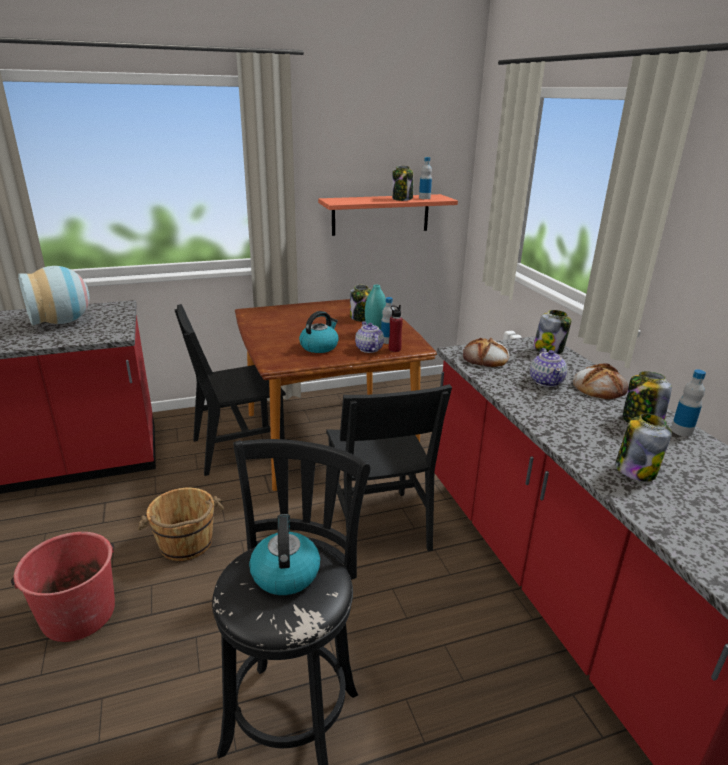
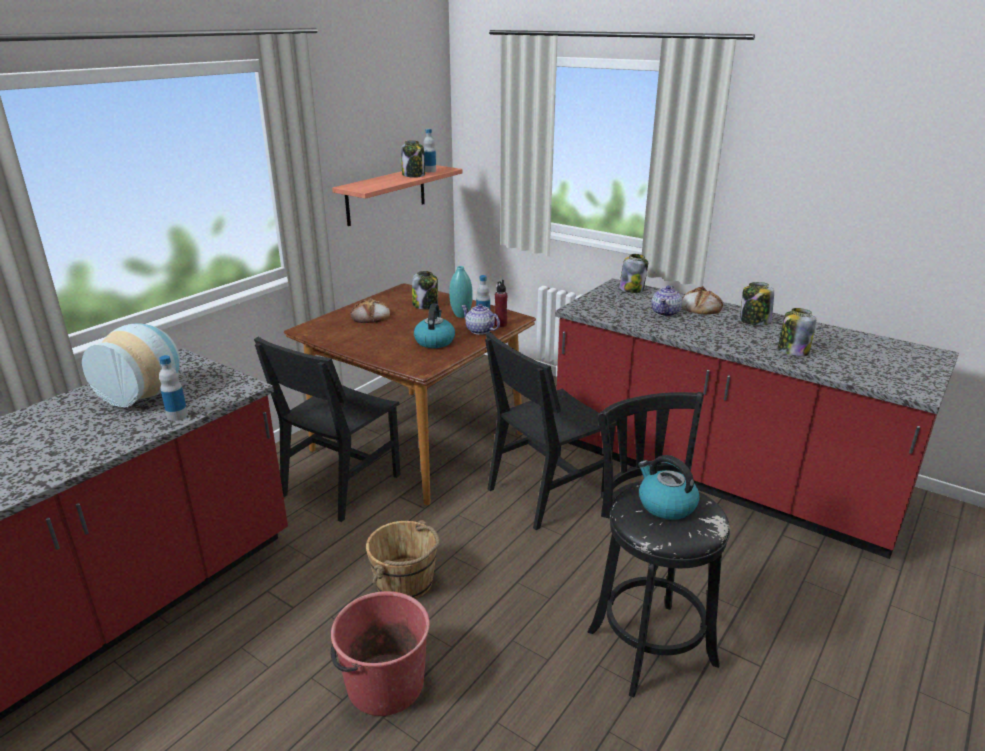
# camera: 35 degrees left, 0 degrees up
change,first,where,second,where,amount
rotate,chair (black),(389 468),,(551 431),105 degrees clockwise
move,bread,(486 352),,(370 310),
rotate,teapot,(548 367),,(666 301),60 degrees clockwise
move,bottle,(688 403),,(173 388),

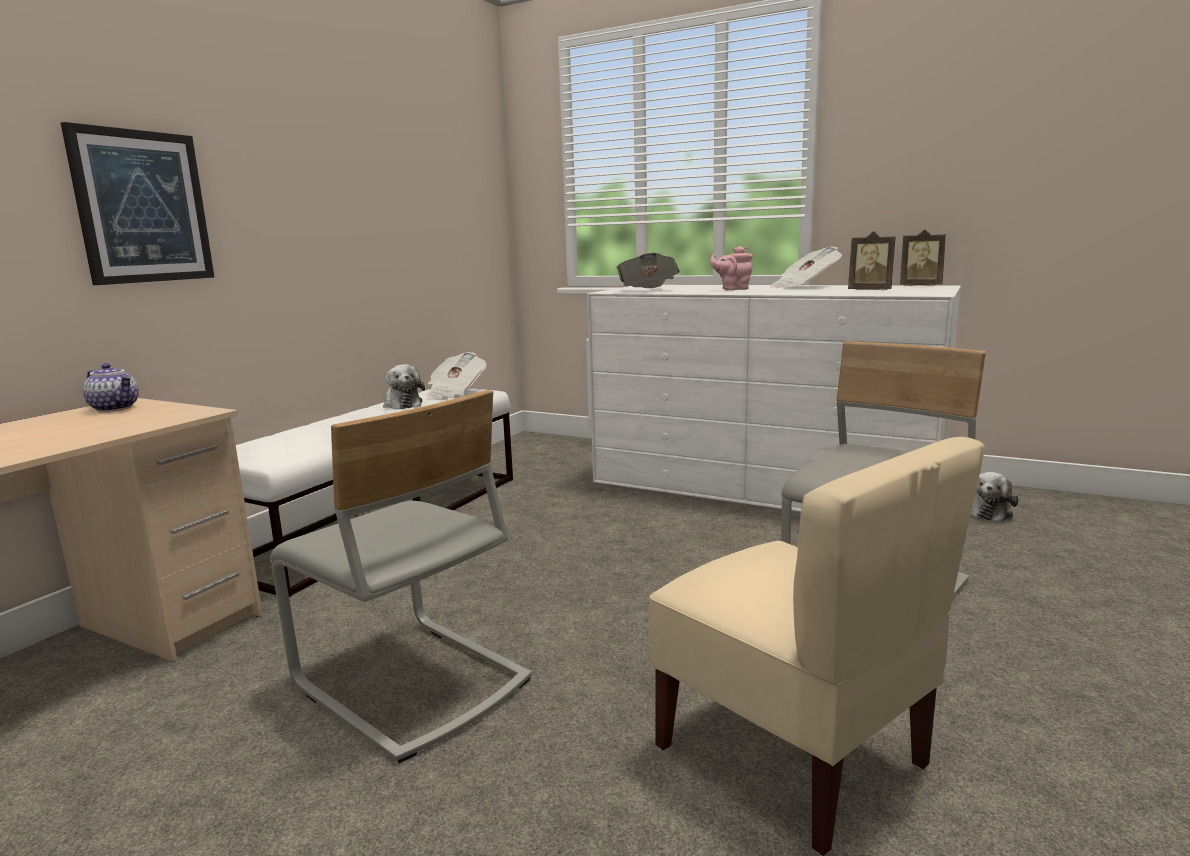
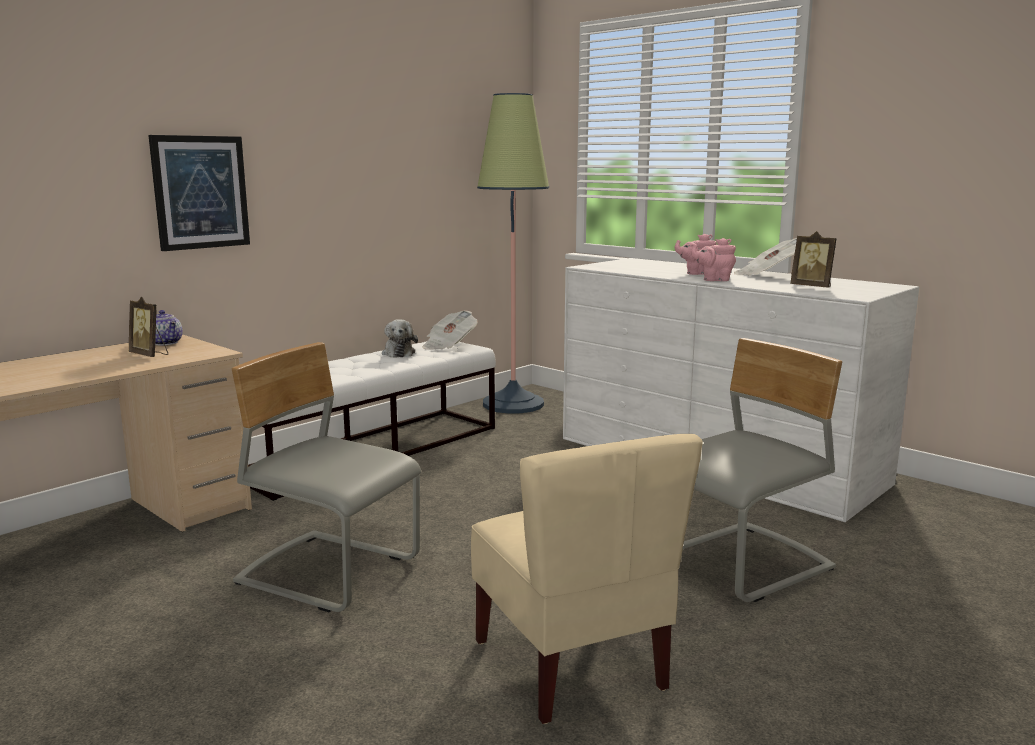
# camera: 15 degrees right, 0 degrees up
change,first,where,second,where,amount
rotate,chair (grey),(401 576),,(326 477),150 degrees clockwise
delete,newspaper,(648 270),,,
move,picture frame,(923 257),,(148 327),
delete,plush toy,(995 497),,,
insert,,,floor lamp,(513 253),
insert,,,teapot (pink),(713 259),

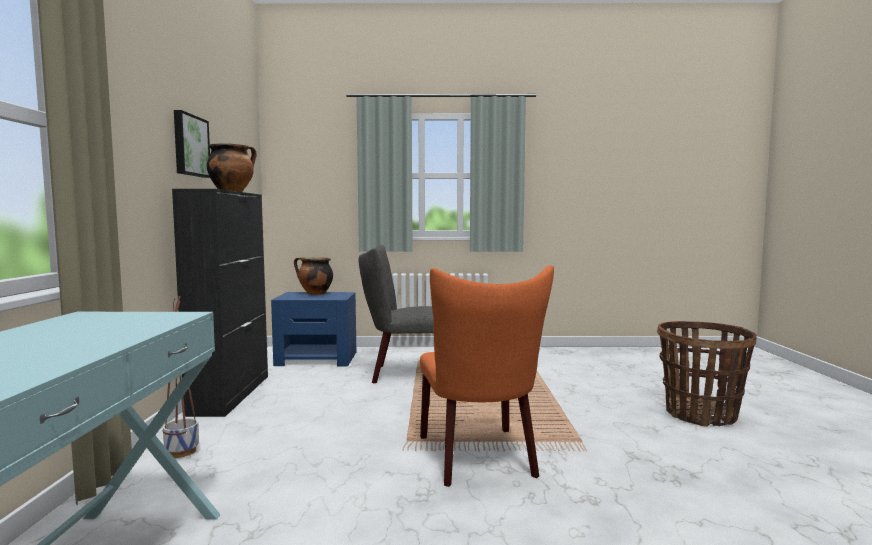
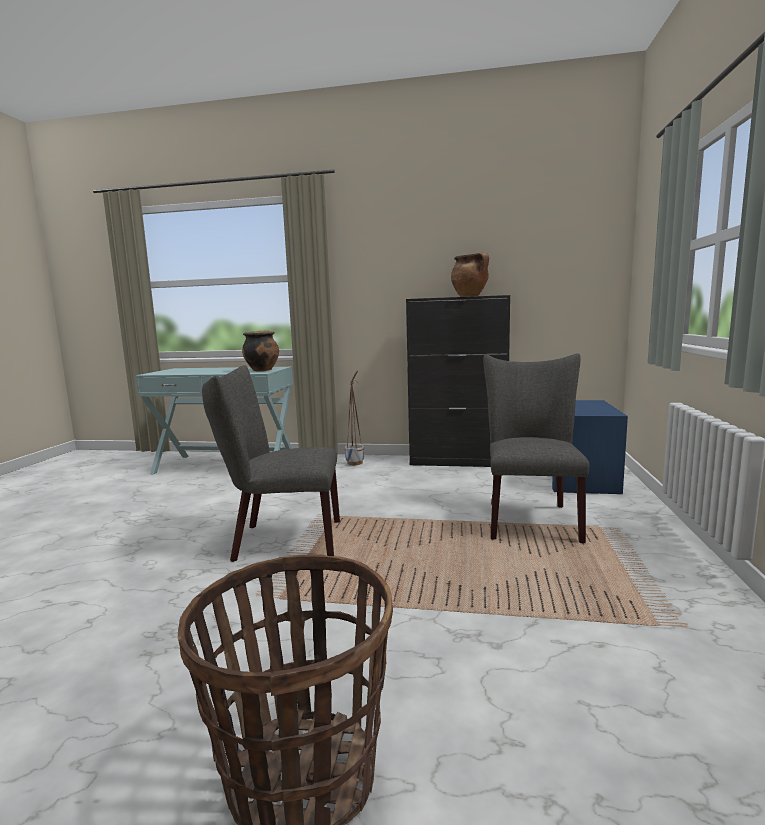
# camera: 100 degrees right, 5 degrees up
change,first,where,second,where,amount
delete,picture,(192 144),,,
move,cooking pot,(313 276),,(260 350),
recolor,chair (orange),(487 376),chair (grey),(271 463),

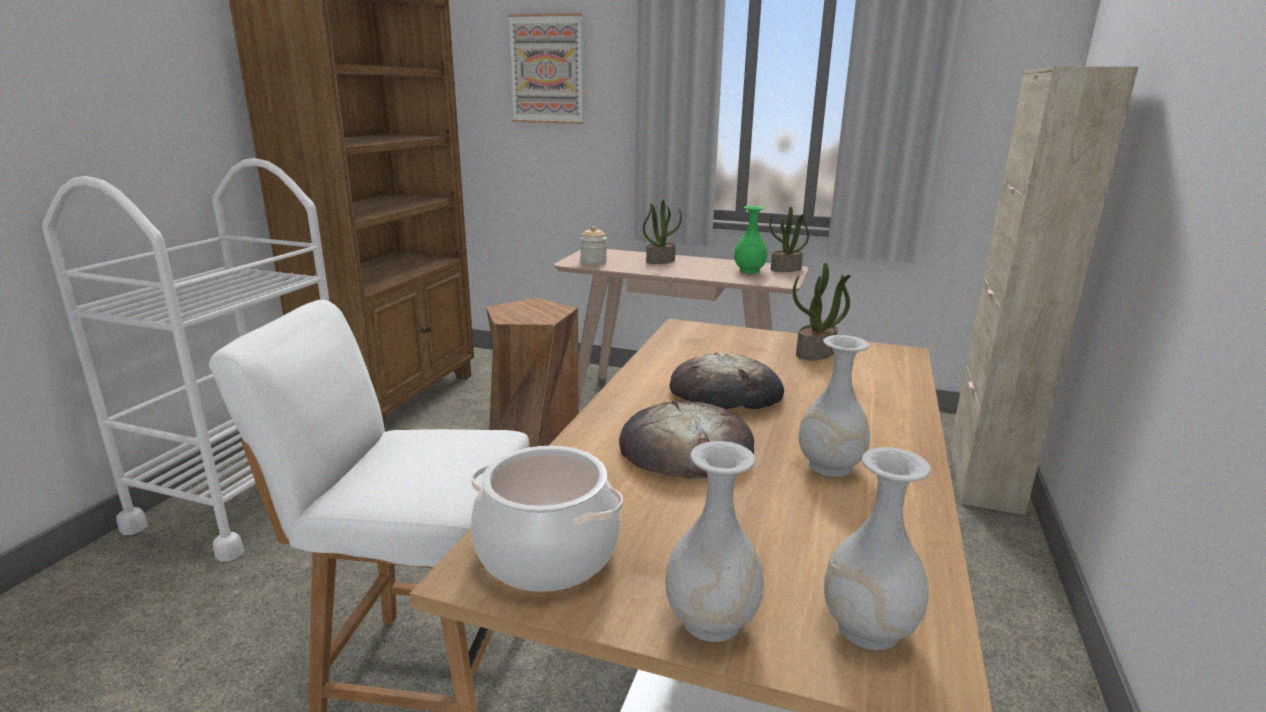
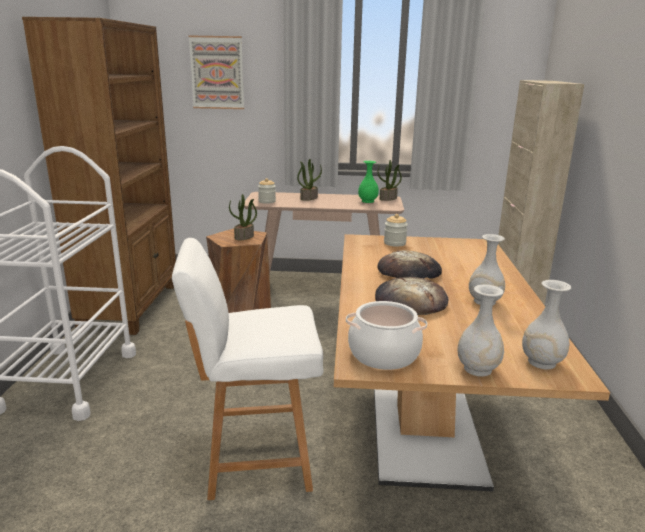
# camera: 15 degrees left, 0 degrees up
change,first,where,second,where,amount
move,potted plant,(822 311),,(243 217),
insert,,,jar,(396 230),

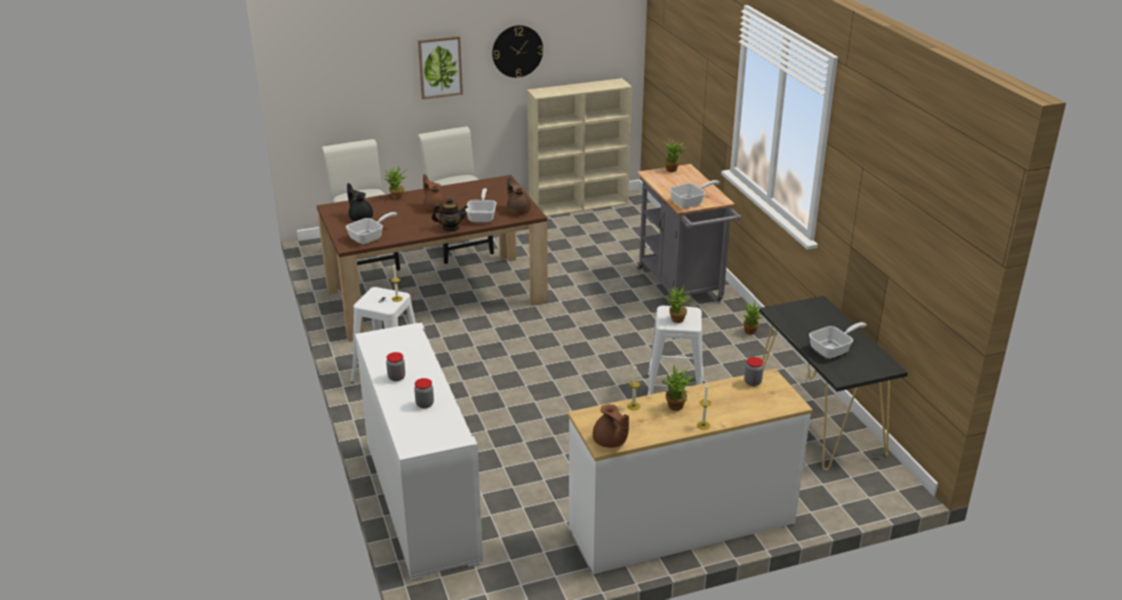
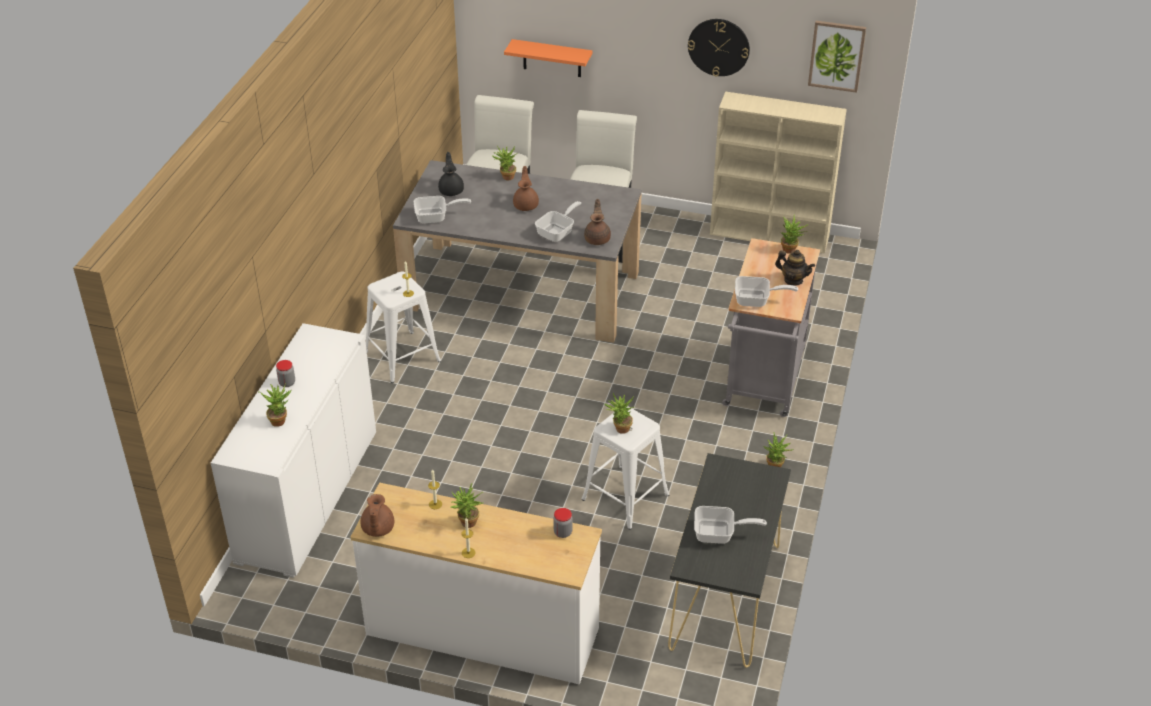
# camera: 35 degrees right, 10 degrees up
change,first,where,second,where,amount
recolor,dining table (brown),(432 258),dining table (grey),(517 251),
replace,jar,(424 393),potted plant,(275 405),
move,picture,(440 67),,(837 57),
move,teapot,(450 214),,(795 268),
insert,,,shelf (orange),(548 58),

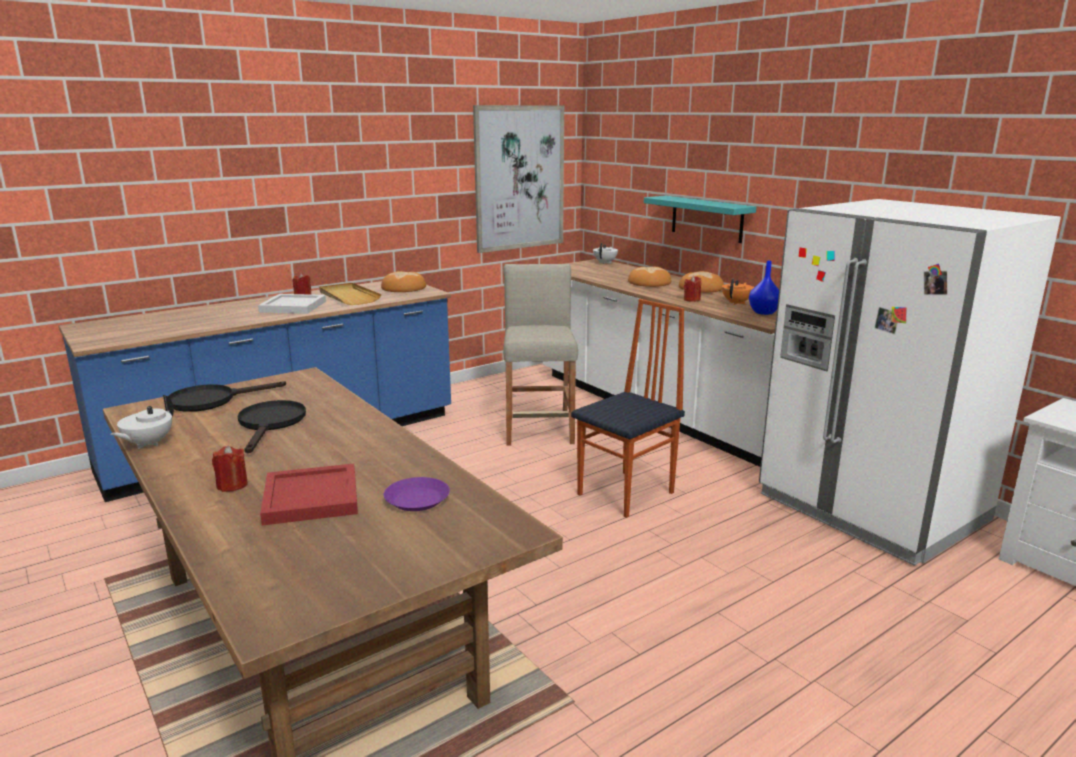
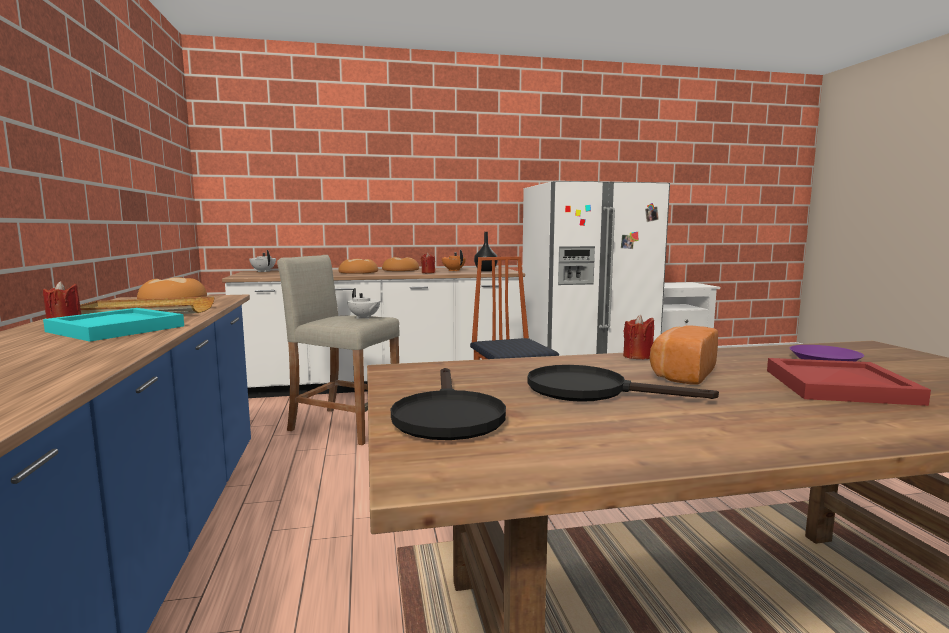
# camera: 65 degrees left, 10 degrees down
change,first,where,second,where,amount
move,teapot (white),(142 422),,(363 303),
move,candle (red),(230 468),,(638 336),
recolor,tray (white),(292 304),tray (turquoise),(113 325),
delete,picture,(518 179),,,
delete,shelf (turquoise),(700 219),,,
recolor,vase (blue),(764 288),vase (black),(486 251),
insert,,,bread,(683 355),

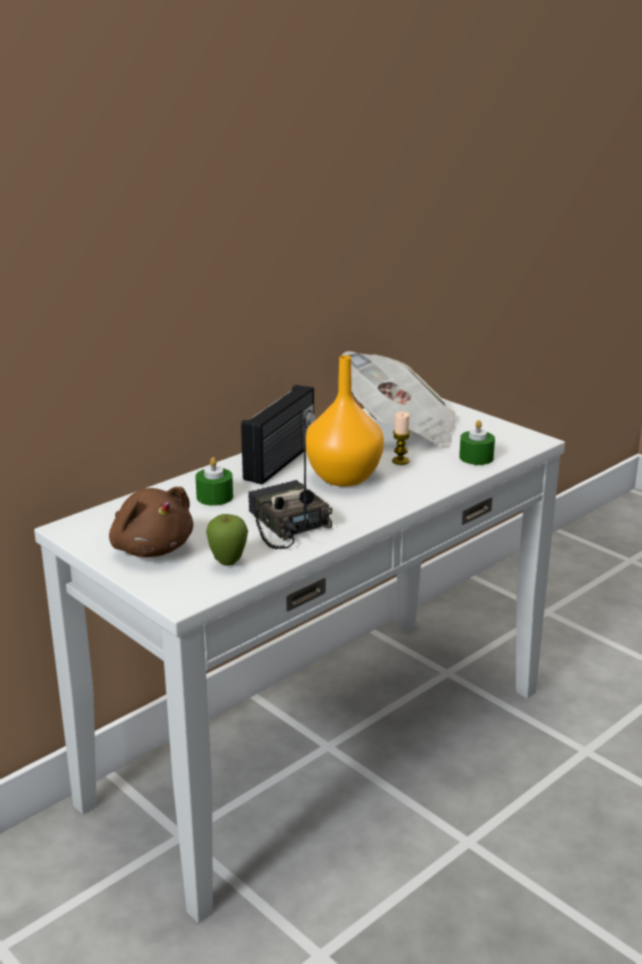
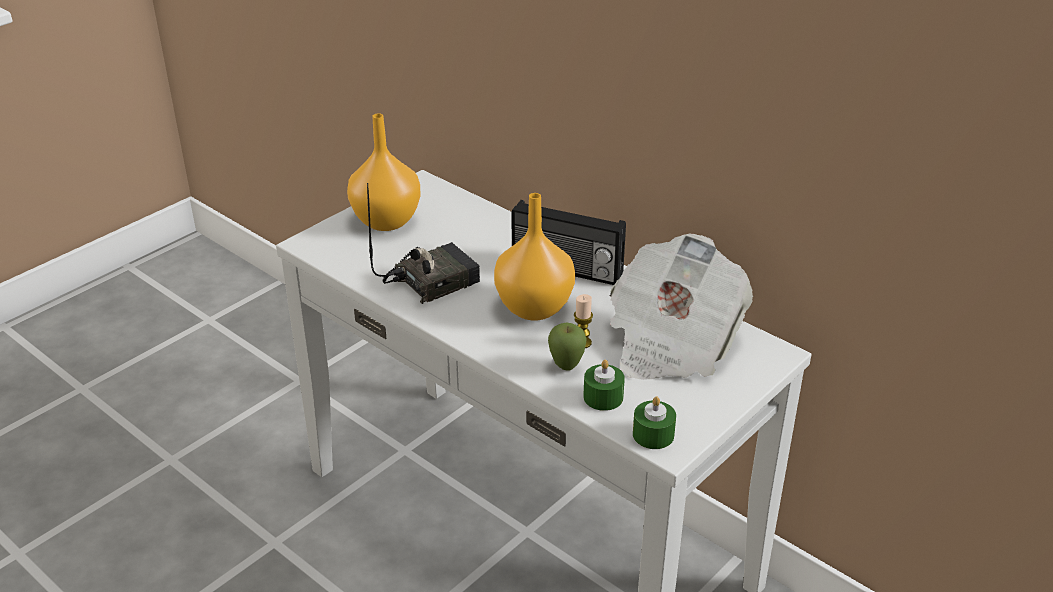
# camera: 85 degrees right, 10 degrees up
change,first,where,second,where,amount
replace,plush toy (brown),(151 522),vase (orange),(383 172),
move,candle (green),(214 481),,(654 422),
move,apple,(227 540),,(567 347),

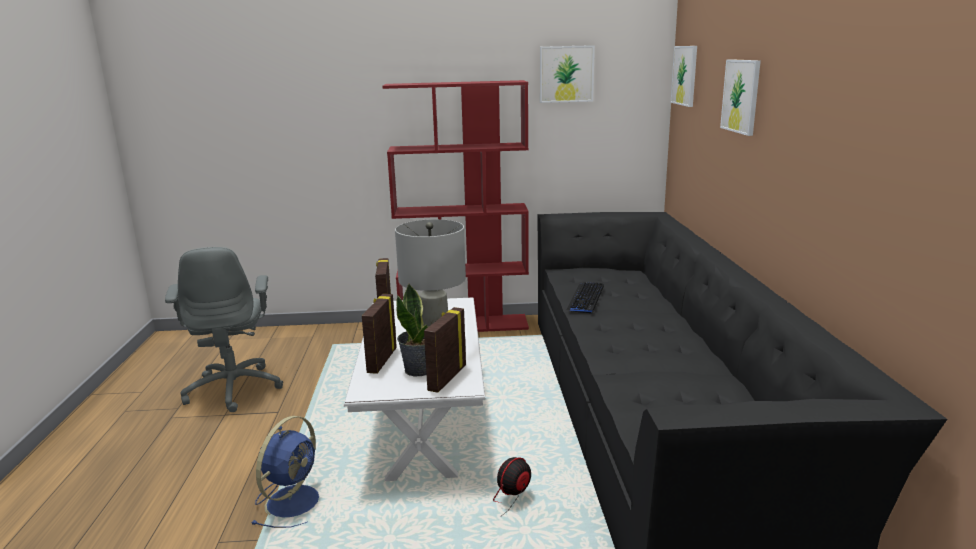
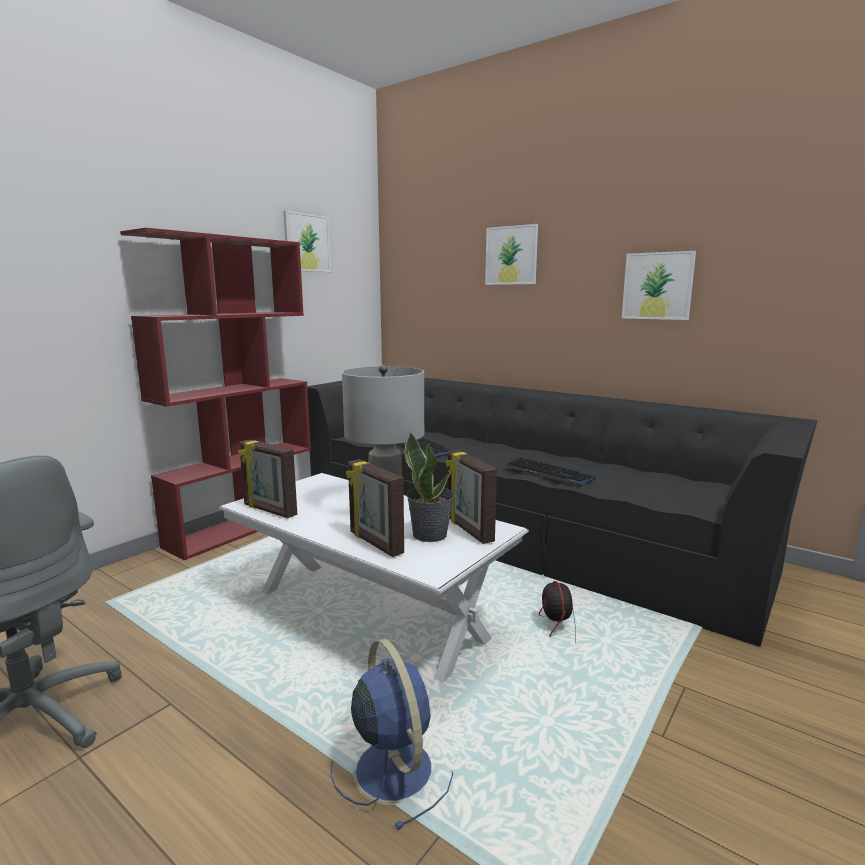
# camera: 50 degrees left, 5 degrees down
change,first,where,second,where,amount
move,picture,(684 76),,(659 285),
insert,,,keyboard,(549 472),

